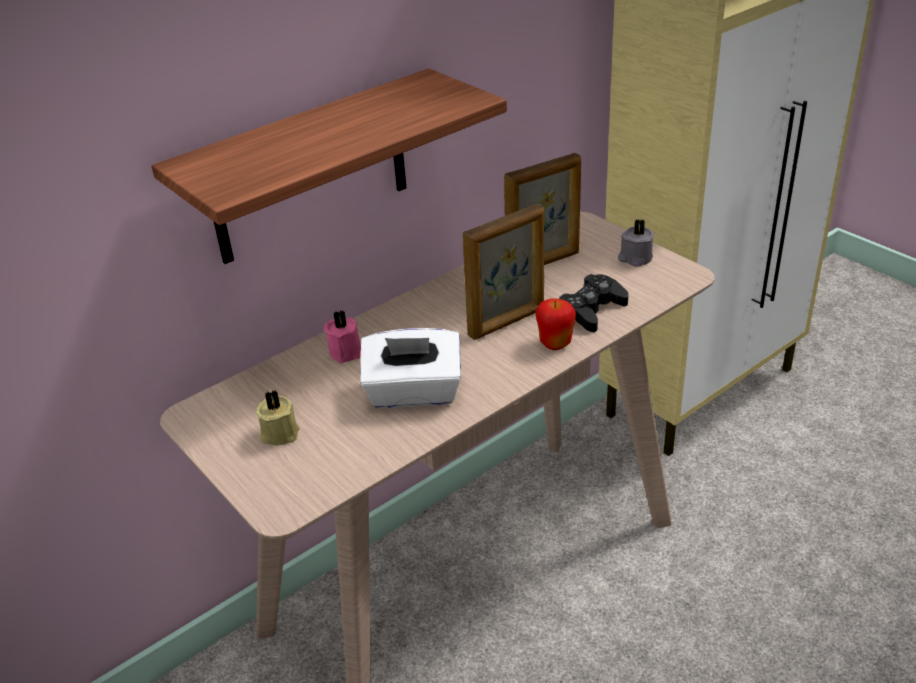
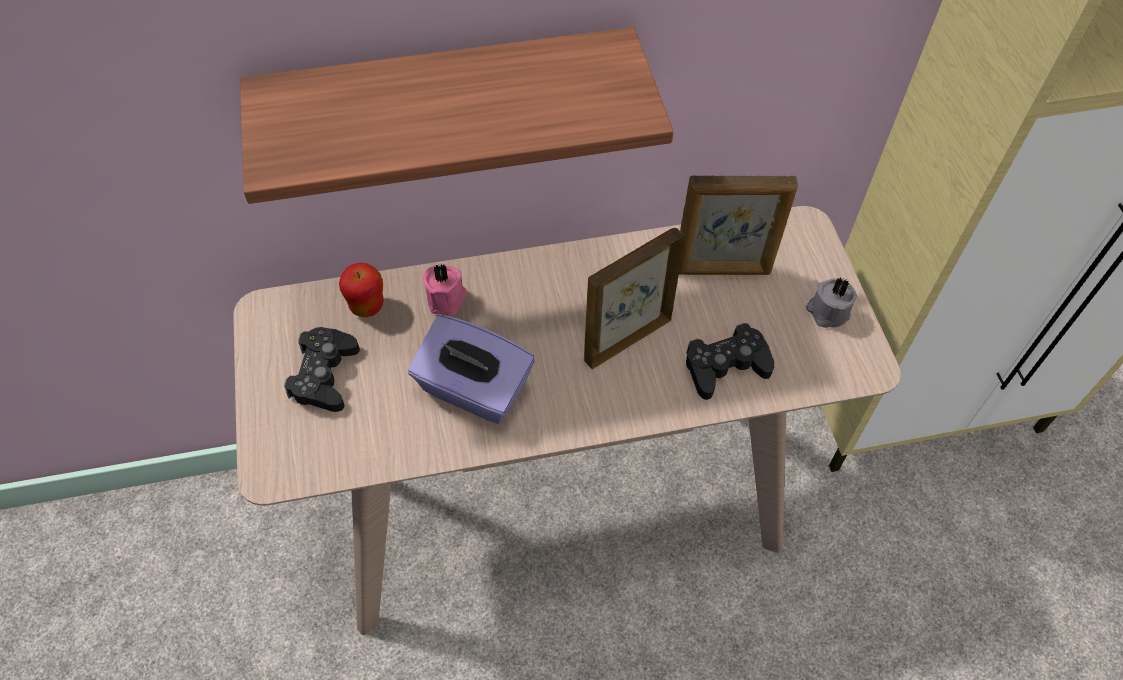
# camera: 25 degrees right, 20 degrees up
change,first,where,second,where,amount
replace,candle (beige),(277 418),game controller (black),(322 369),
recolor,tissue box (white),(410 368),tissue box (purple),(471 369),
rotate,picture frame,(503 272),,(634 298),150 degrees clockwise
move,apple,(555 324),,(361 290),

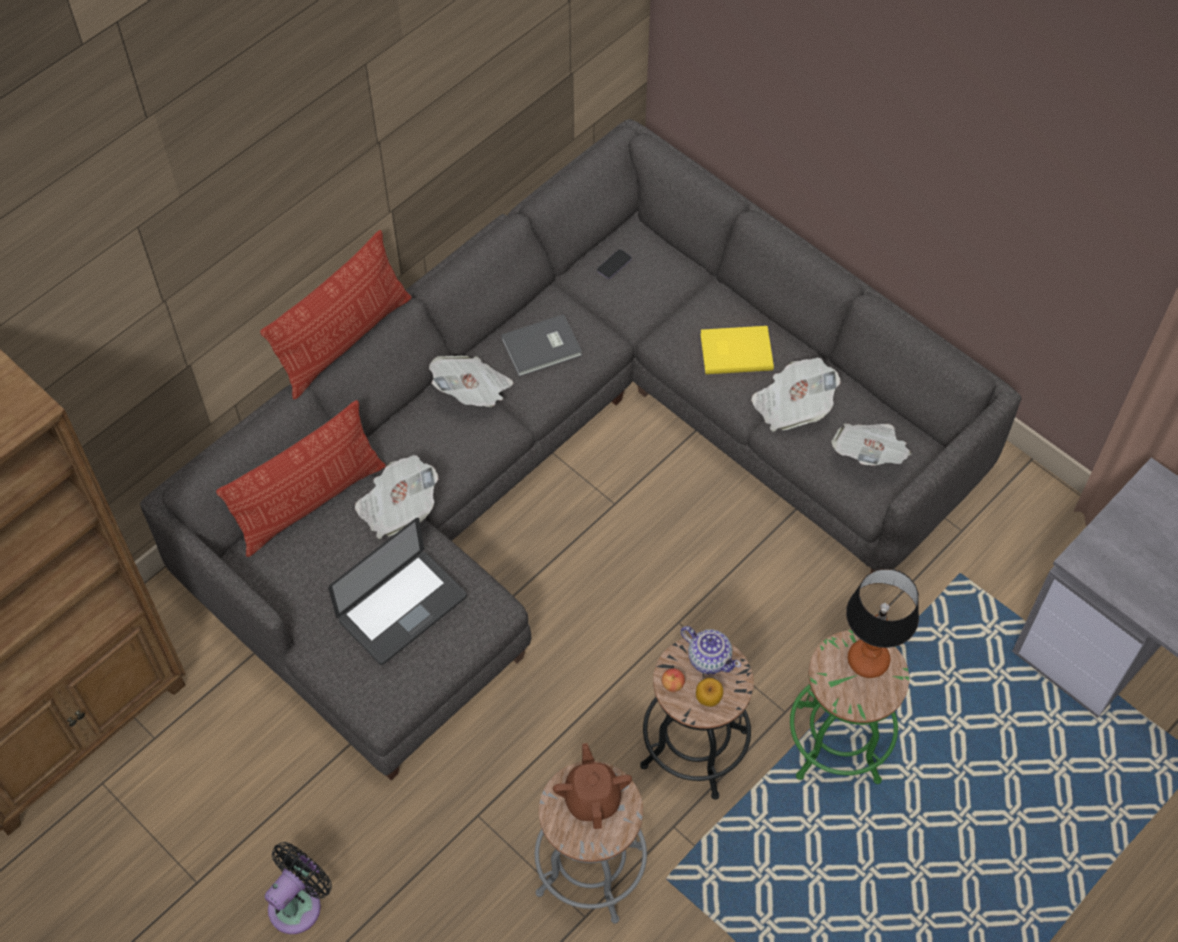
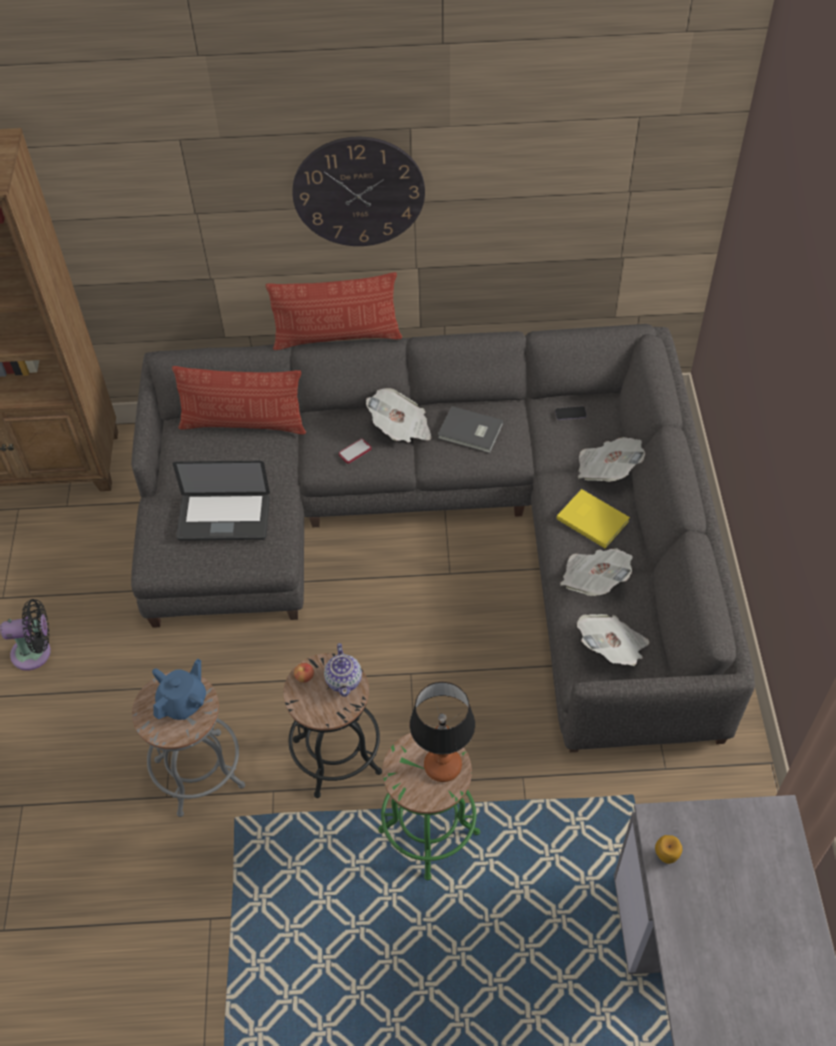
# camera: 45 degrees right, 5 degrees down
change,first,where,second,where,amount
move,newspaper,(397 497),,(611 459),
recolor,teapot (brown),(592 786),teapot (blue),(179 689),
move,apple,(709 692),,(669 849),
insert,,,wall clock,(358 191),
insert,,,phone,(355 451),

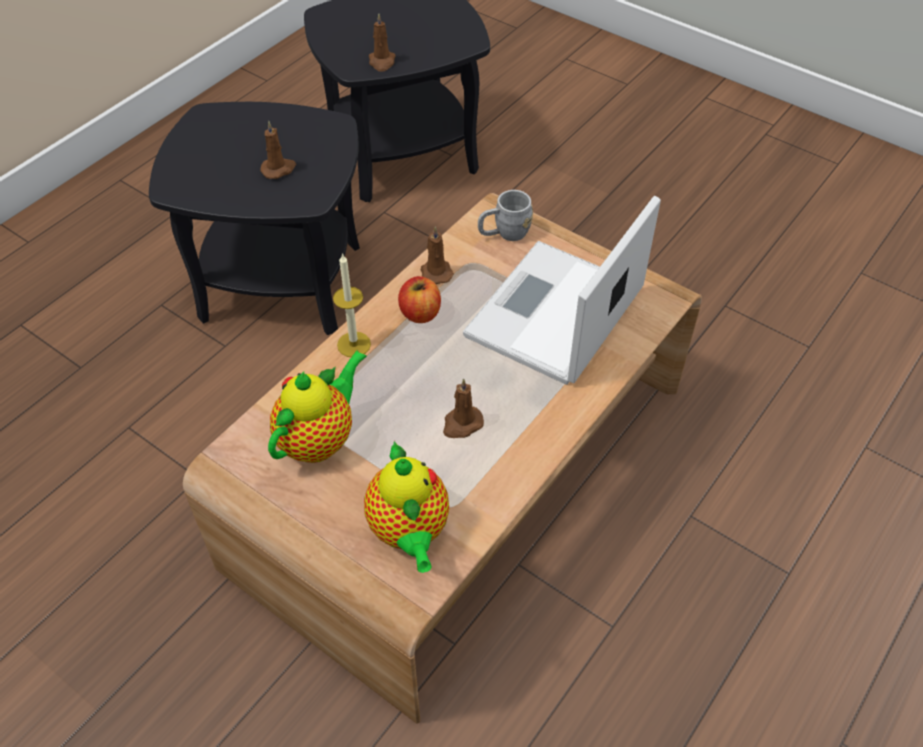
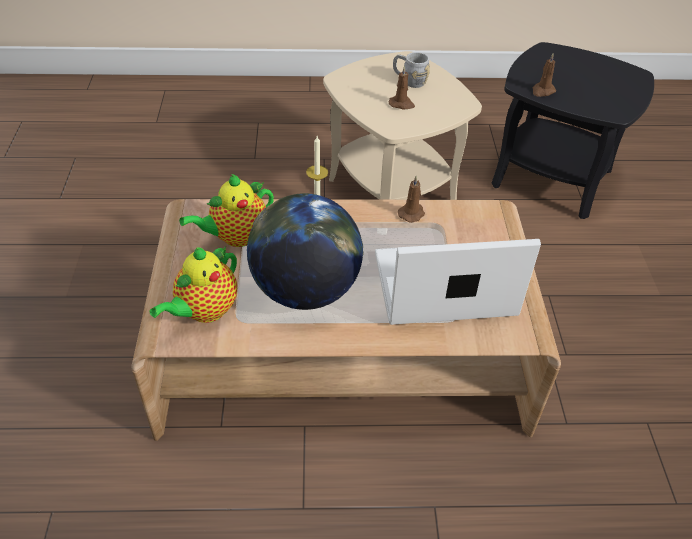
# camera: 50 degrees right, 5 degrees down
change,first,where,second,where,amount
recolor,side table (black),(254 218),side table (beige),(402 125),
rotate,teapot,(317 406),,(226 210),150 degrees clockwise
delete,apple,(419 299),,,
replace,candle (brown),(463 408),globe,(305 251),
move,mug (grey),(505 215),,(411 70),

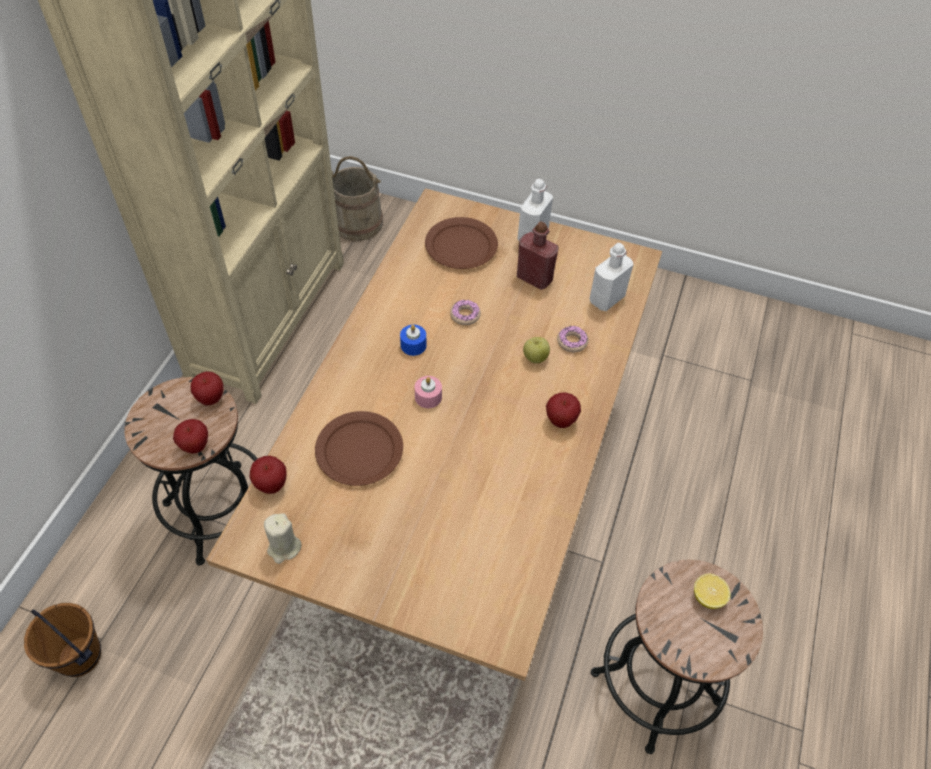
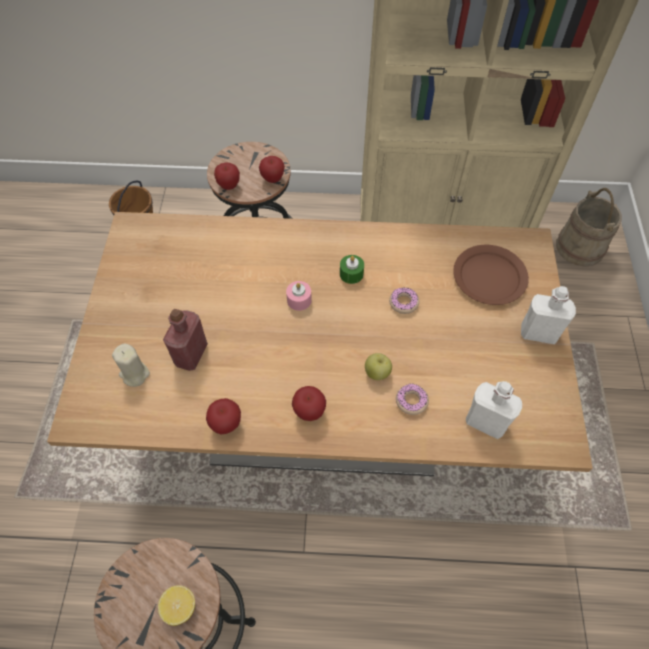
# camera: 75 degrees right, 5 degrees up
change,first,where,second,where,amount
move,apple,(268 475),,(223 416),
move,candle (beige),(283 538),,(131 365),
delete,plate (brown),(359 448),,,
recolor,candle (blue),(413 340),candle (green),(352 269),
move,bottle (red),(538 255),,(185 340),

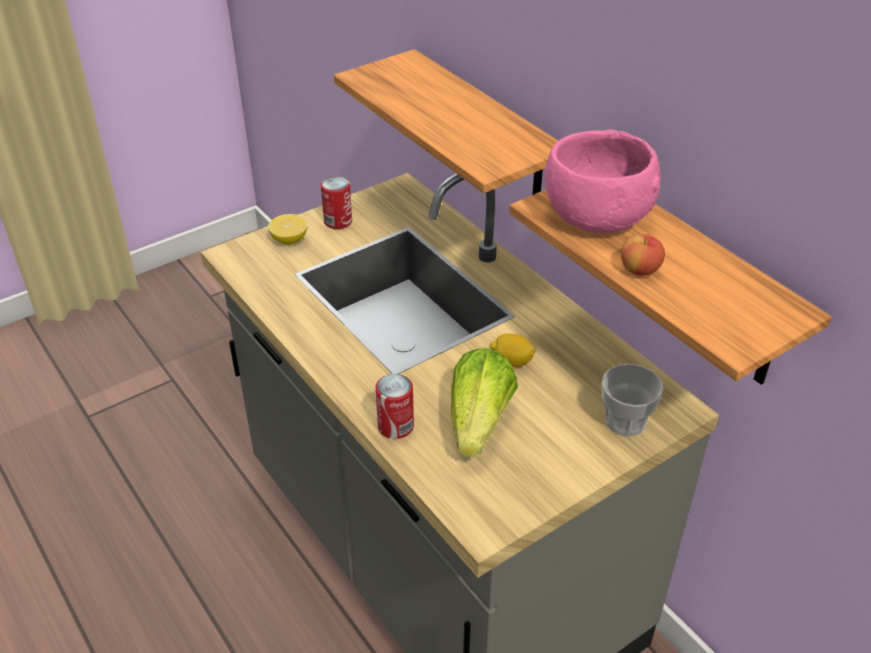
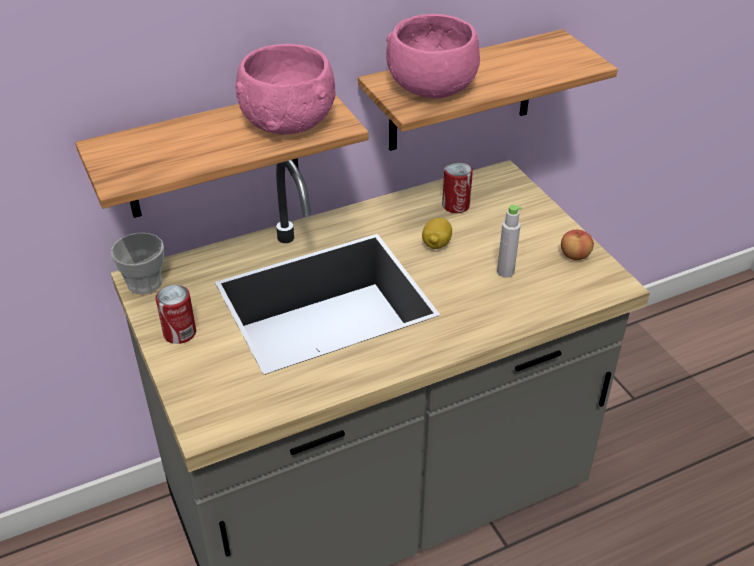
# camera: 80 degrees left, 0 degrees up
change,first,where,second,where,amount
delete,lemon,(288 229),,,
move,can,(395 406),,(457 187),
replace,lettuce,(484 402),bottle (grey),(509 241),
move,cup,(633 400),,(137 263),
move,apple,(643 255),,(577 244),
insert,,,bowl (pink),(285 89),

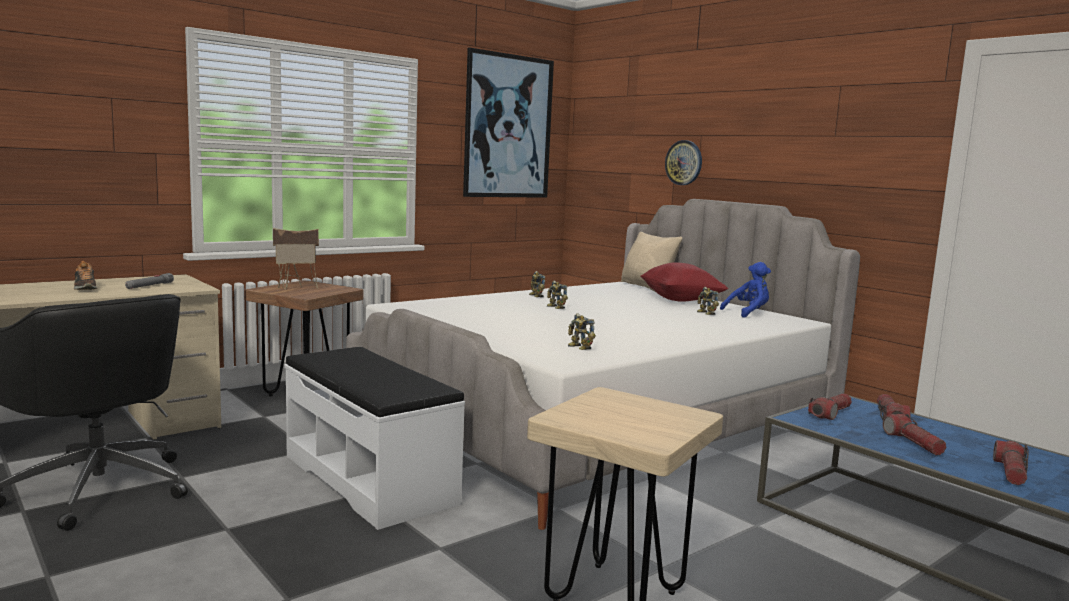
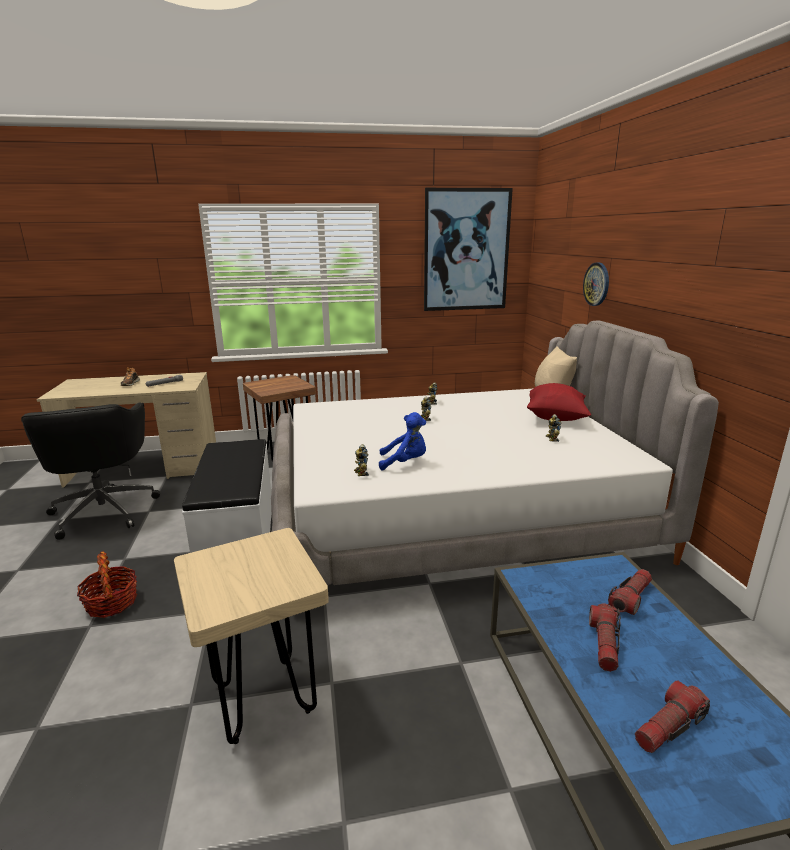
# camera: 30 degrees right, 10 degrees up
change,first,where,second,where,amount
delete,toy house,(295 259),,,
move,plush toy (blue),(745 290),,(402 441),
delete,flashlight,(830 406),,,
insert,,,basket,(107 585),

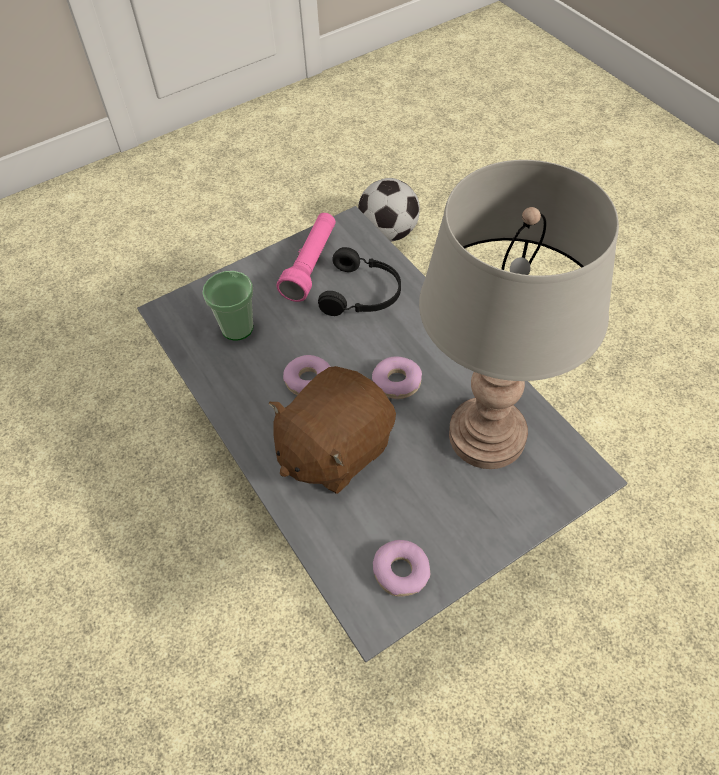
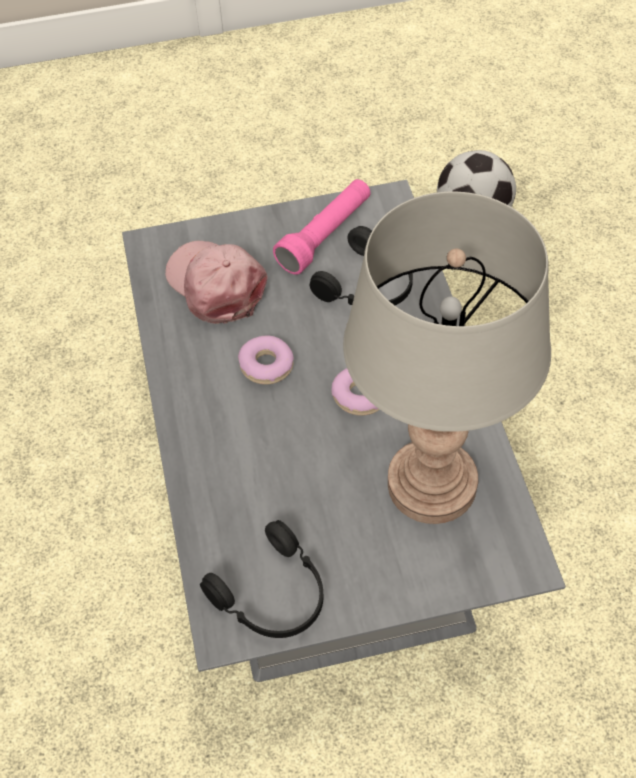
# camera: 20 degrees right, 0 degrees up
change,first,where,second,where,amount
replace,cup,(227 305),cap (pink),(216 282),
delete,plush toy (brown),(332 430),,,
replace,donut,(401 568),headphones (black),(261 579),

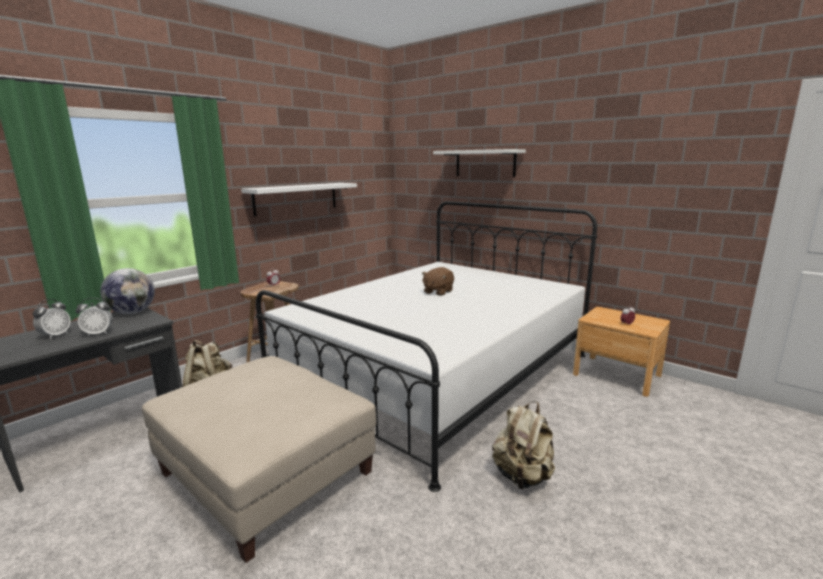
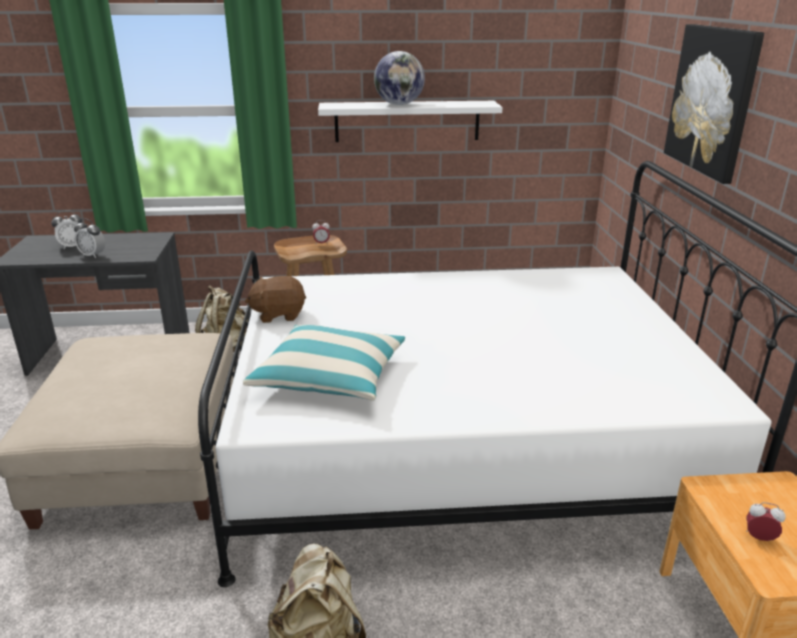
# camera: 45 degrees right, 10 degrees up
change,first,where,second,where,amount
move,globe,(127 291),,(399 78),
move,plush toy (brown),(438 281),,(275 299),
replace,shelf (white),(479 163),picture,(714 104),
insert,,,pillow,(324 363),

